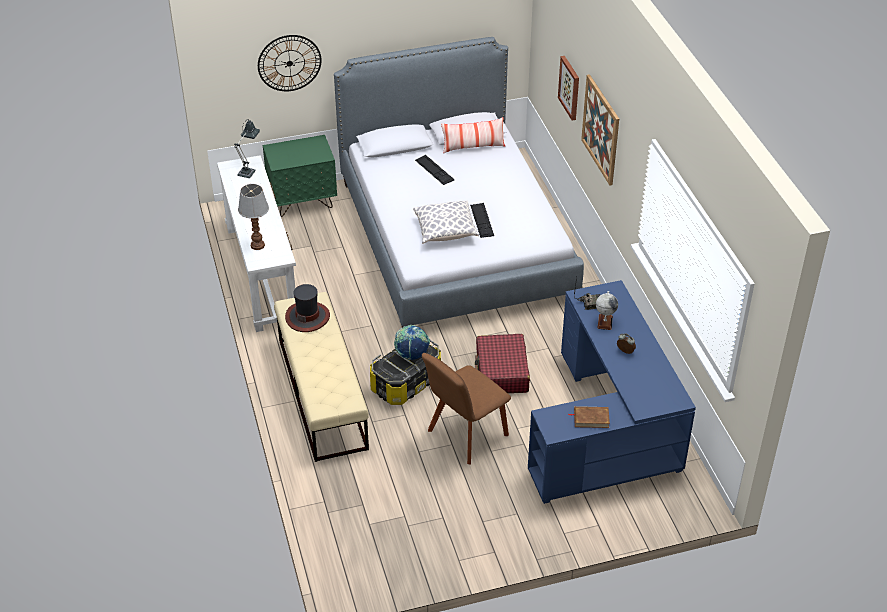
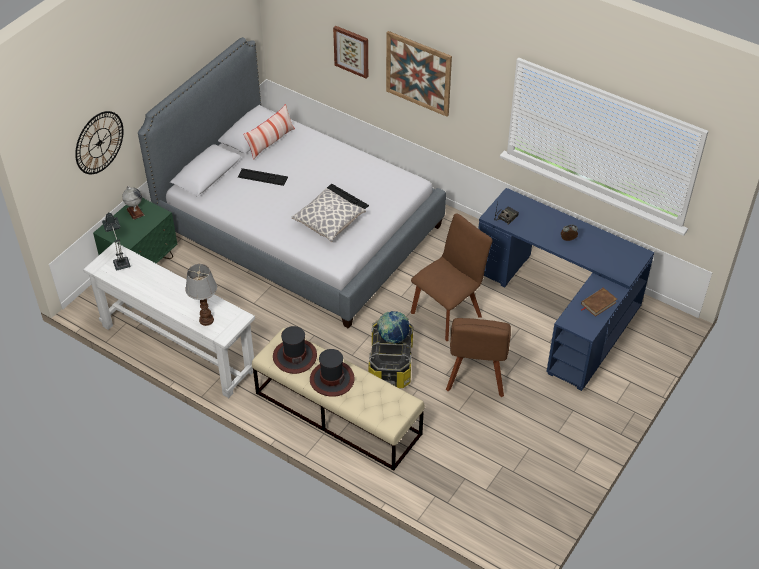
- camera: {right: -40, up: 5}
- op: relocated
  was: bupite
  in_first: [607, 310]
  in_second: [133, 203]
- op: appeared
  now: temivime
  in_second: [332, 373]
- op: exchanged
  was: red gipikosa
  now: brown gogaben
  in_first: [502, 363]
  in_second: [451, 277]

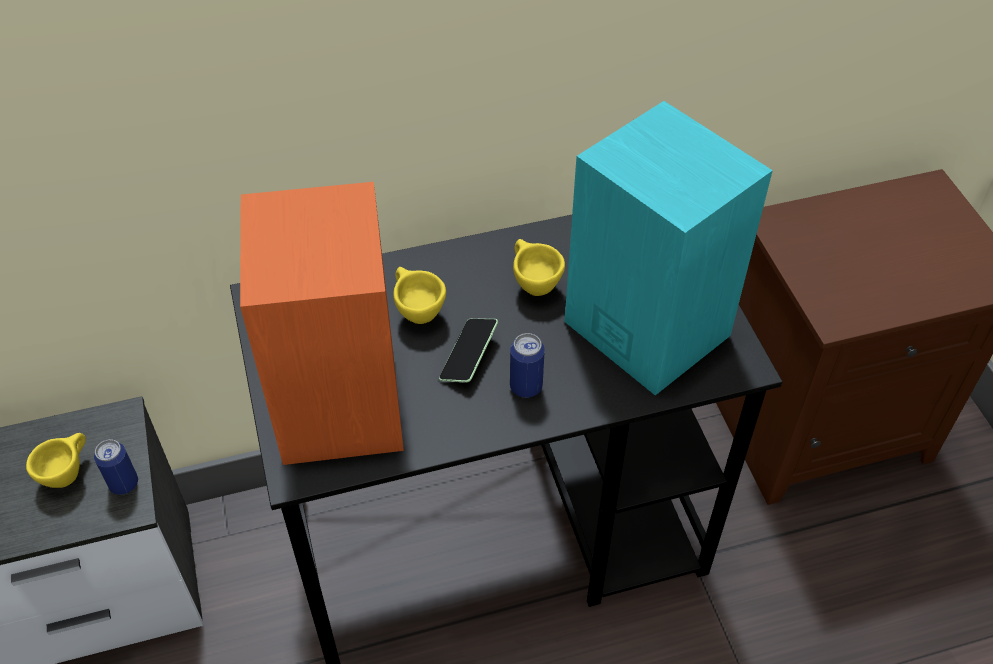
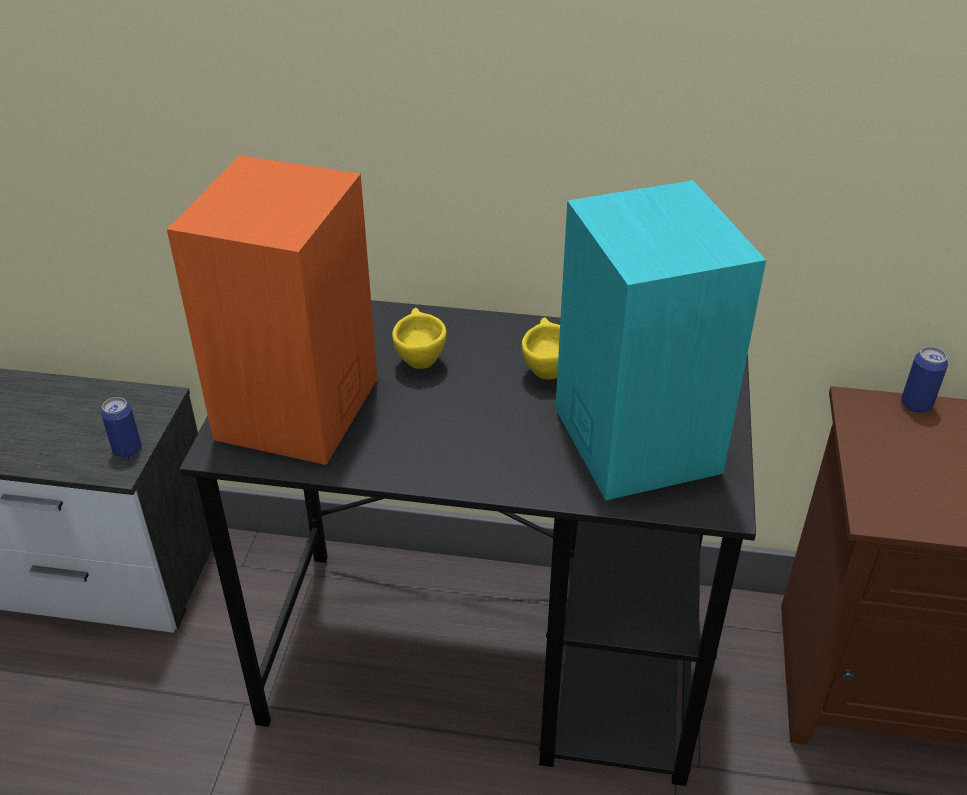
- camera: {right: 25, up: -10}
- op: relocated
  was: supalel
  in_first: [527, 365]
  in_second: [924, 379]
- op: missing
  was: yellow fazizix
  in_first: [56, 460]
- op: missing
  was: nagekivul
  in_first: [468, 350]

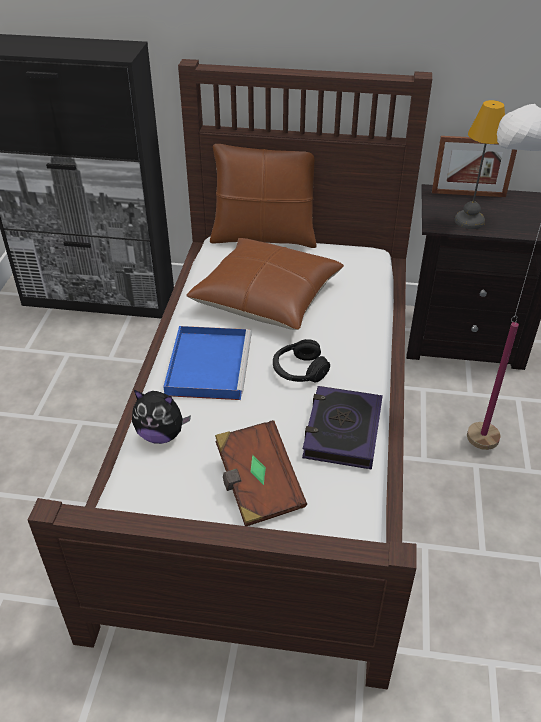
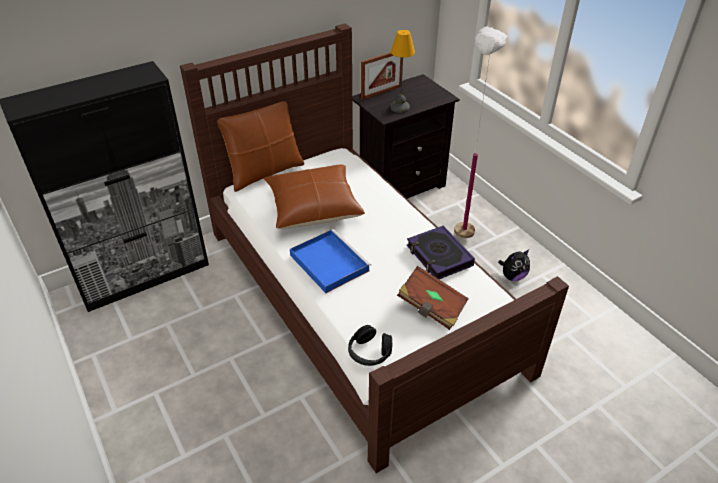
- camera: {right: -40, up: 0}
- op: relocated
  was: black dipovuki
  in_first: [301, 361]
  in_second: [370, 345]
- op: relocated
  was: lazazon
  in_first: [161, 417]
  in_second: [514, 265]

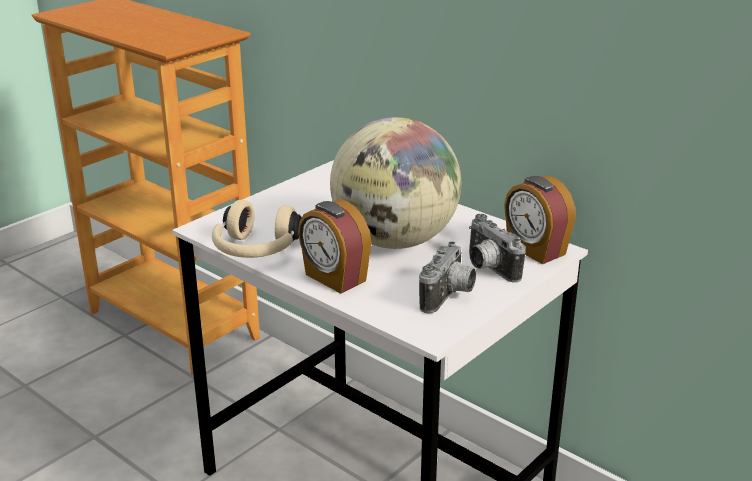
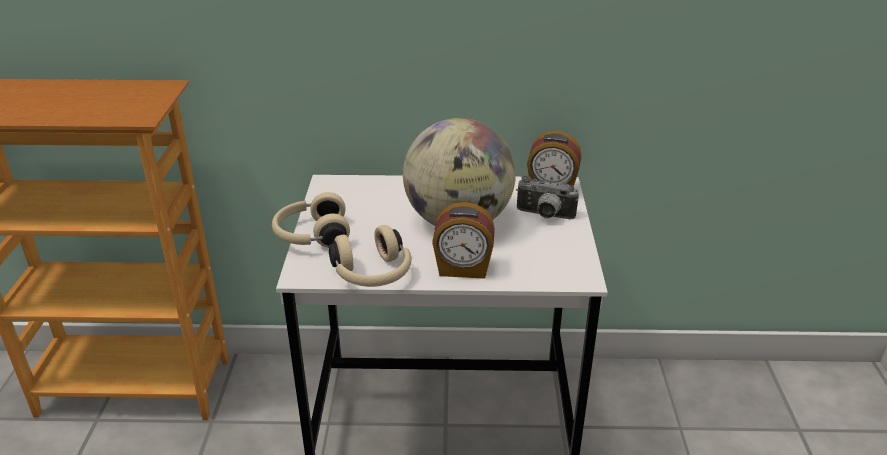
- camera: {right: -40, up: 5}
- op: appeared
  now: beige dipovuki
  in_second: [311, 220]
- op: missing
  was: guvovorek
  in_first: [447, 277]

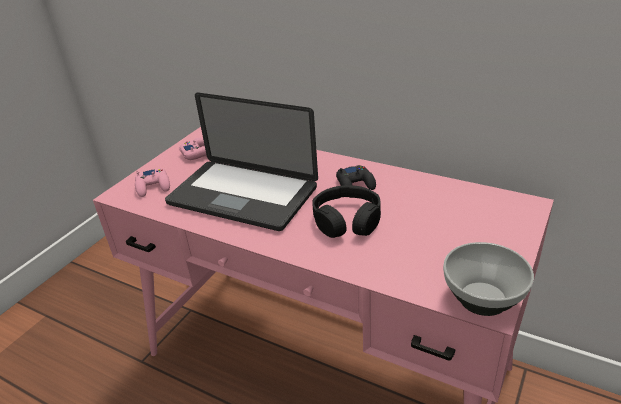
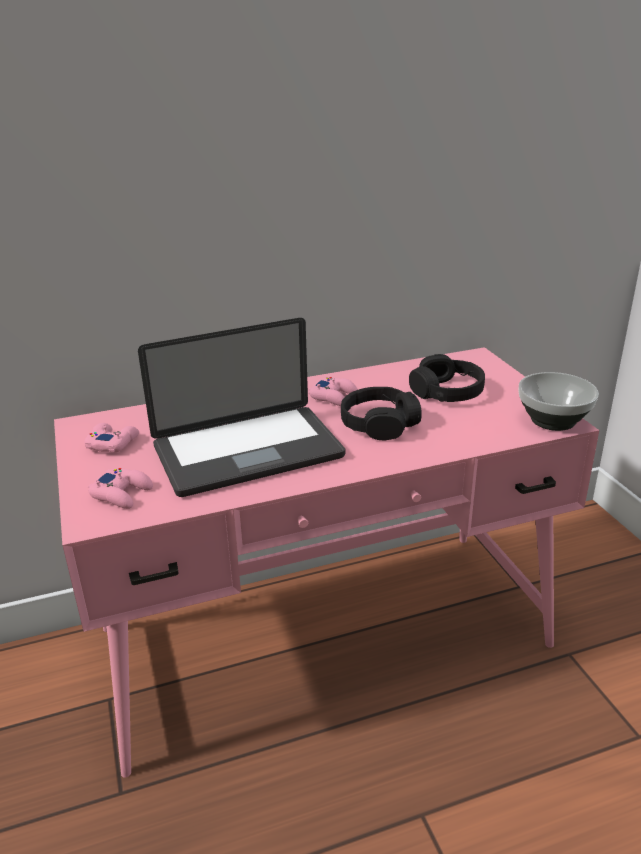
- camera: {right: -50, up: -5}
- op: colour
  was: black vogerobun
  now: pink vogerobun
  in_first: [356, 177]
  in_second: [333, 391]
- op: appeared
  now: black dipovuki
  in_second: [447, 378]

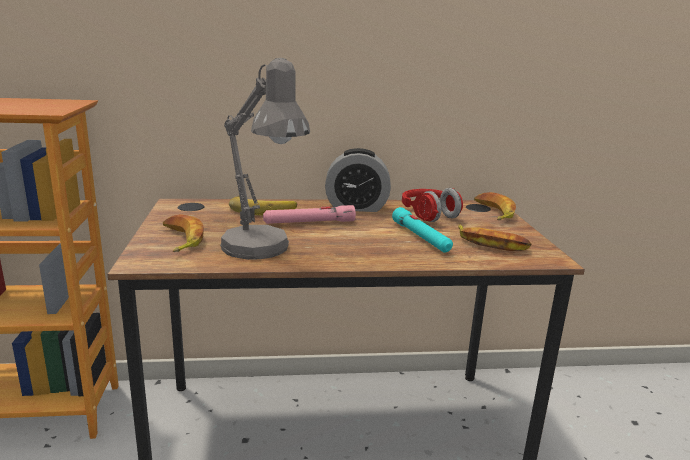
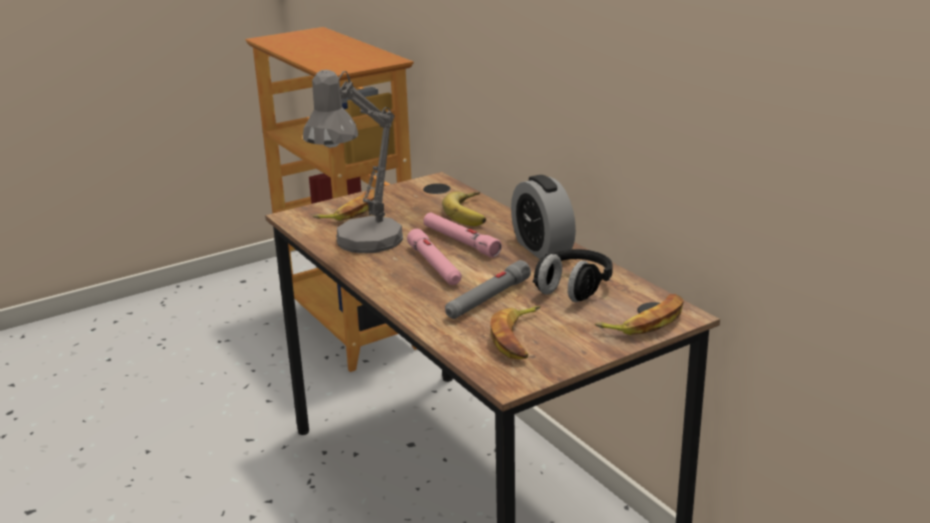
- camera: {right: 65, up: 5}
- op: appeared
  now: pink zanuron
  in_second: [434, 257]
- op: colour
  was: turquoise zanuron
  now: grey zanuron
  in_first: [422, 230]
  in_second: [488, 289]
- op: colour
  was: red dipovuki
  now: black dipovuki
  in_first: [432, 205]
  in_second: [572, 275]

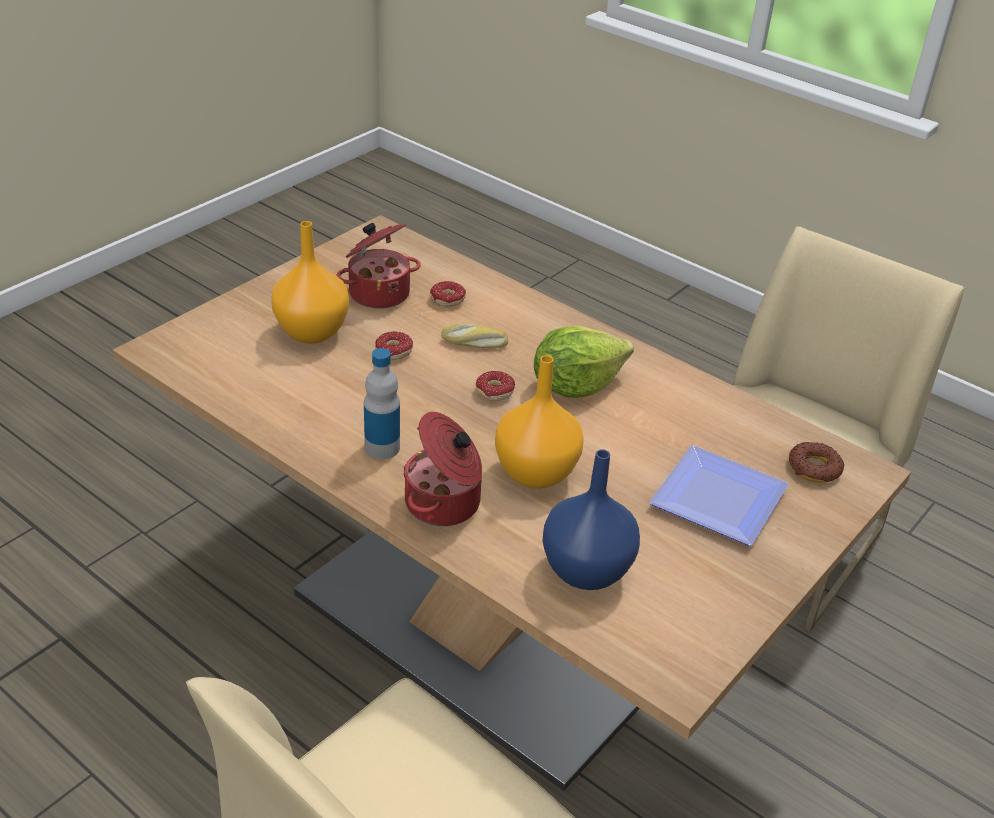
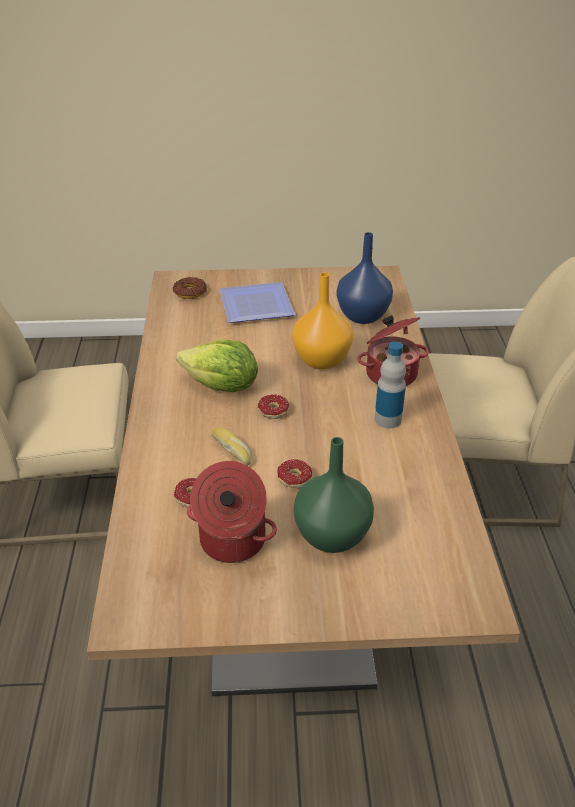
- camera: {right: -130, up: 0}
- op: colour
  was: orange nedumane
  now: green nedumane
  in_first: [310, 282]
  in_second: [334, 495]

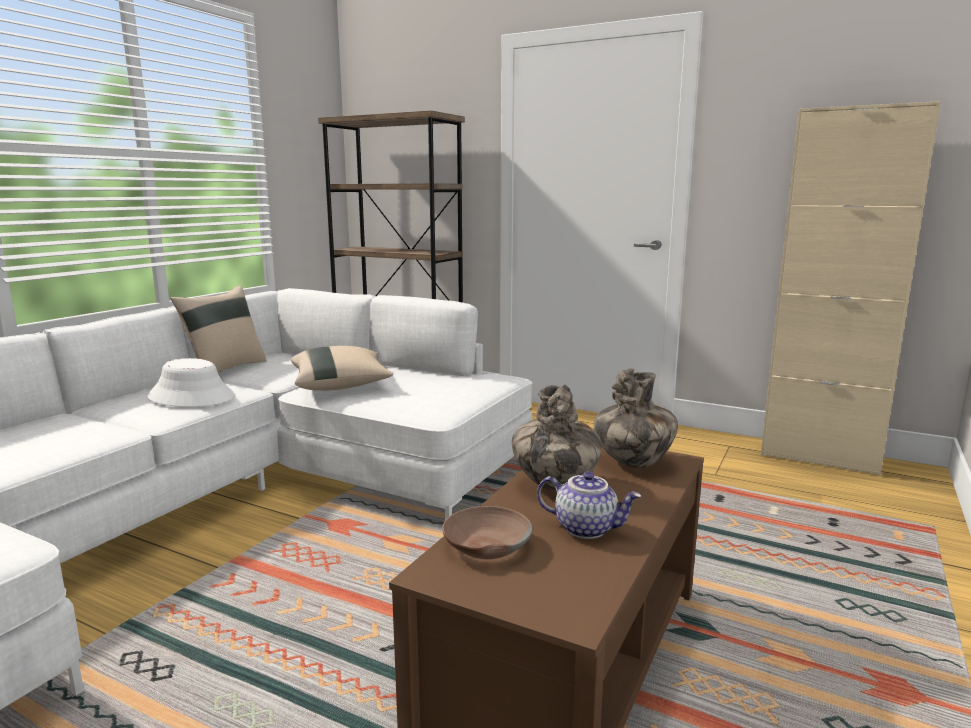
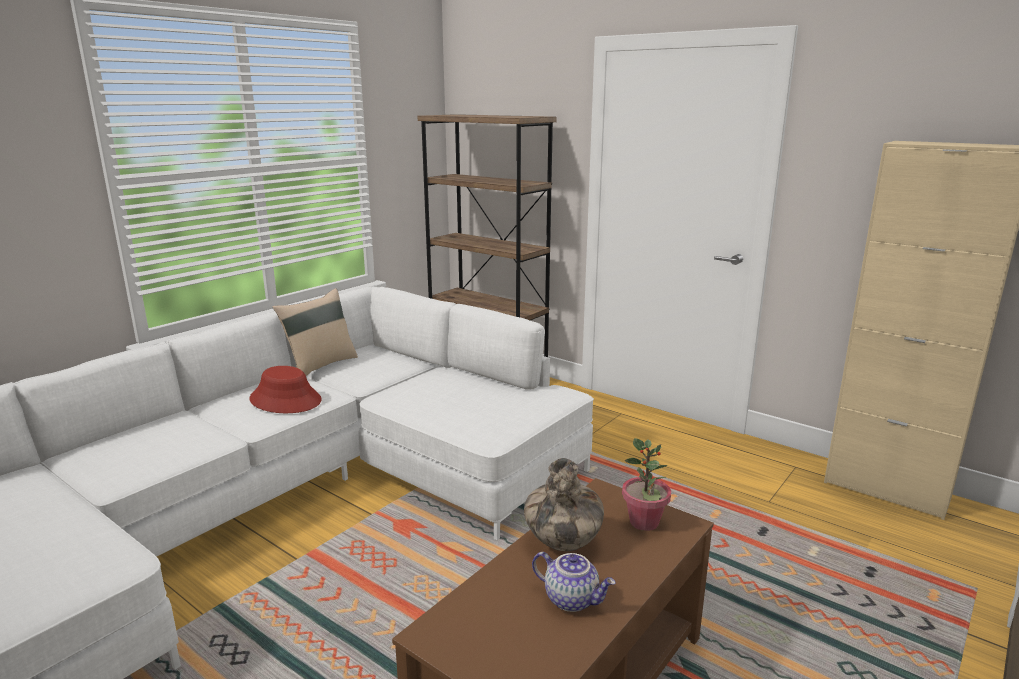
- camera: {right: 10, up: 5}
- op: colour
  was: white temivime
  now: red temivime
  in_first: [191, 382]
  in_second: [285, 389]
- op: exchanged
  was: nedumane
  now: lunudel
  in_first: [636, 418]
  in_second: [646, 484]
- op: missing
  was: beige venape
  in_first: [342, 368]
- op: missing
  was: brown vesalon
  in_first: [487, 532]

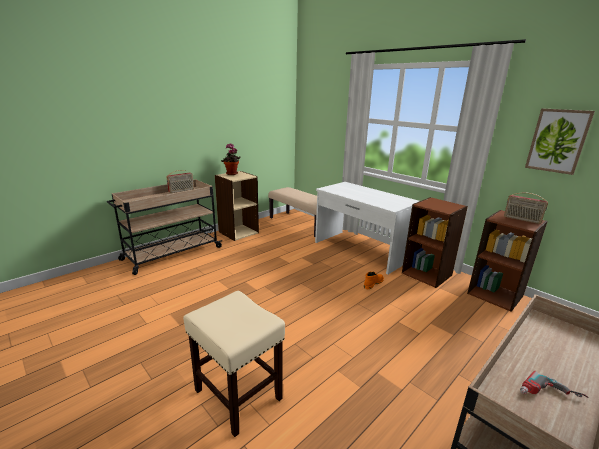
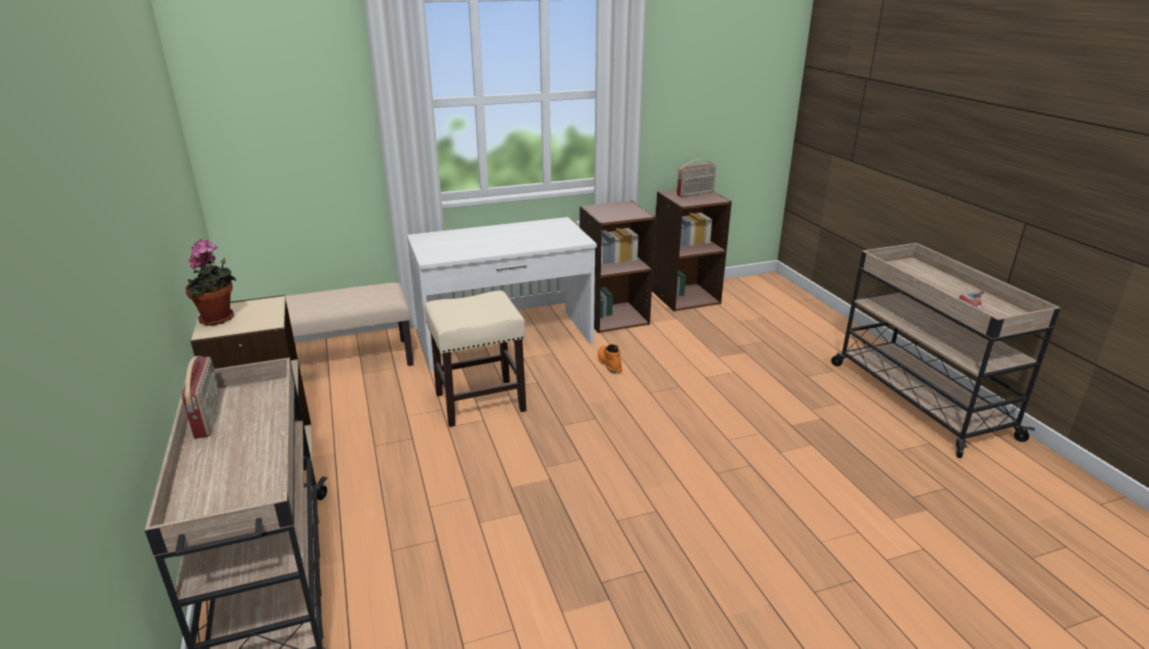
- camera: {right: -65, up: 5}
- op: relocated
  was: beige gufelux
  in_first: [234, 364]
  in_second: [475, 359]
- op: missing
  was: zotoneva
  in_first: [560, 141]

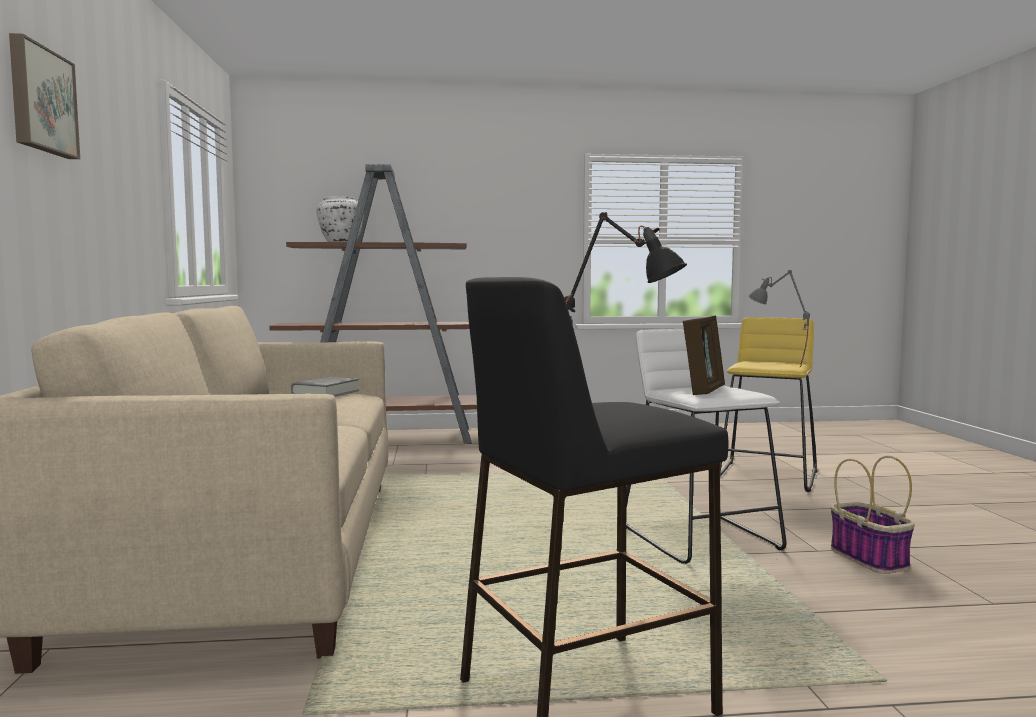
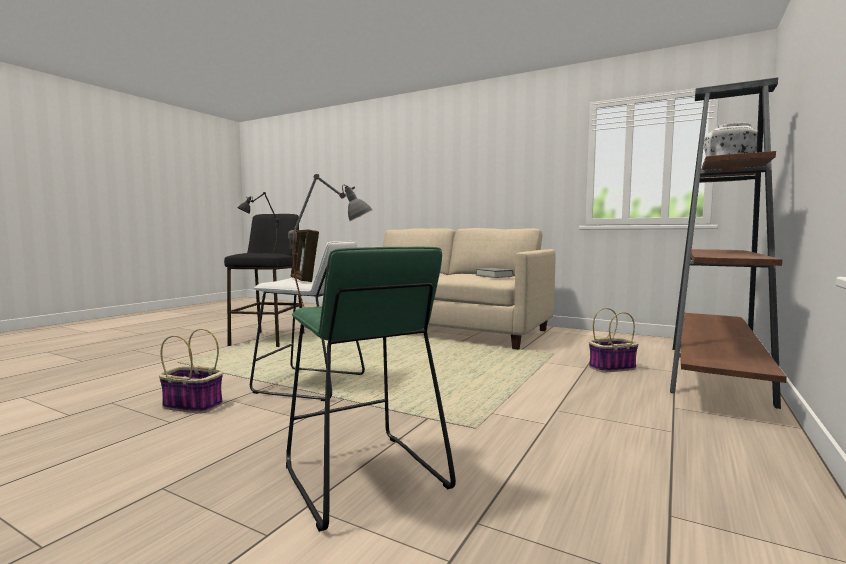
- camera: {right: 125, up: 0}
- op: colour
  was: yellow gufelux
  now: green gufelux
  in_first: [768, 404]
  in_second: [371, 389]
- op: appeared
  now: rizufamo
  in_second: [614, 340]
- op: missing
  was: zotoneva
  in_first: [44, 96]

